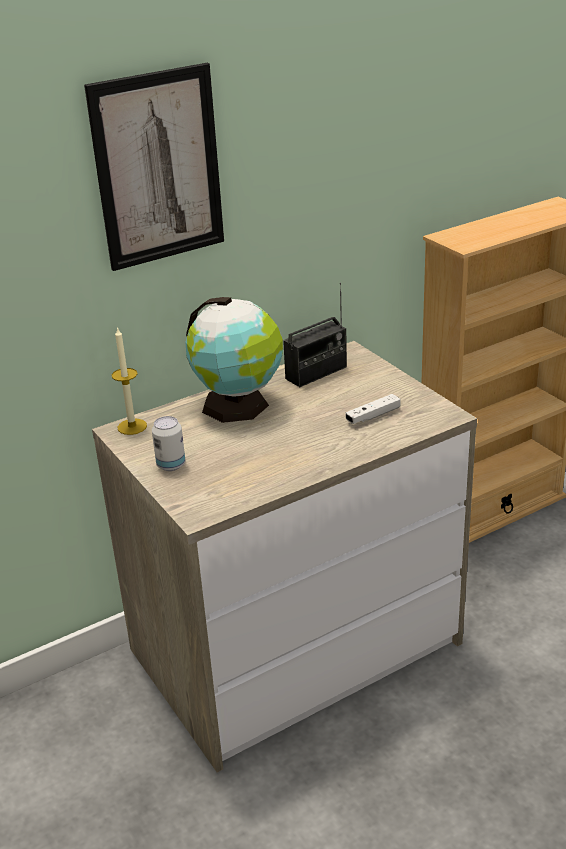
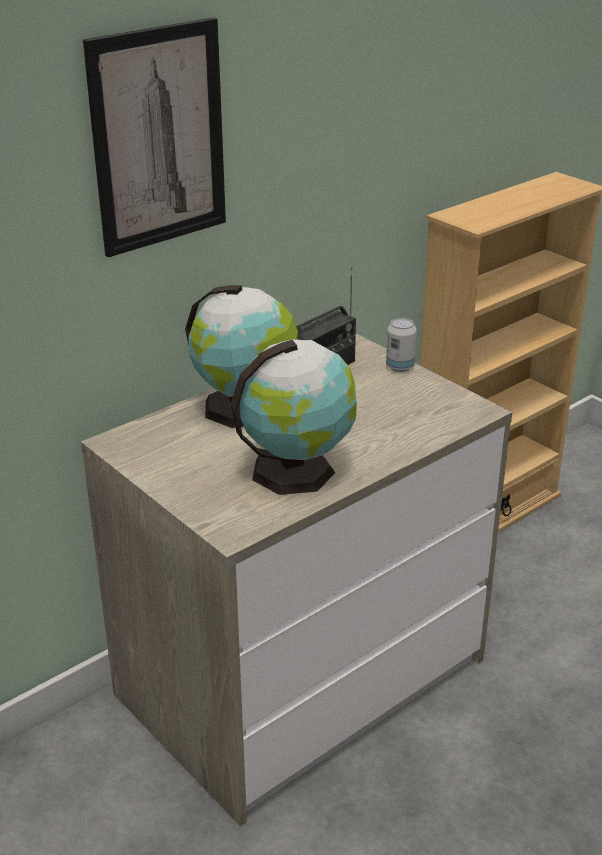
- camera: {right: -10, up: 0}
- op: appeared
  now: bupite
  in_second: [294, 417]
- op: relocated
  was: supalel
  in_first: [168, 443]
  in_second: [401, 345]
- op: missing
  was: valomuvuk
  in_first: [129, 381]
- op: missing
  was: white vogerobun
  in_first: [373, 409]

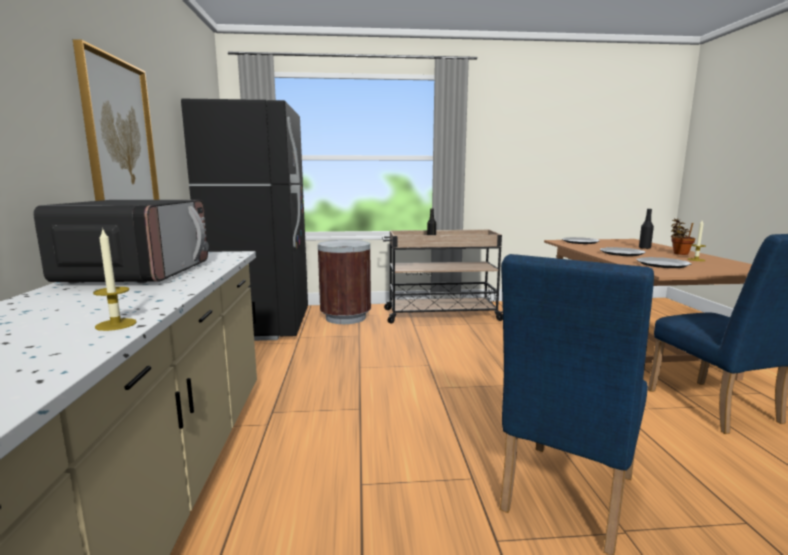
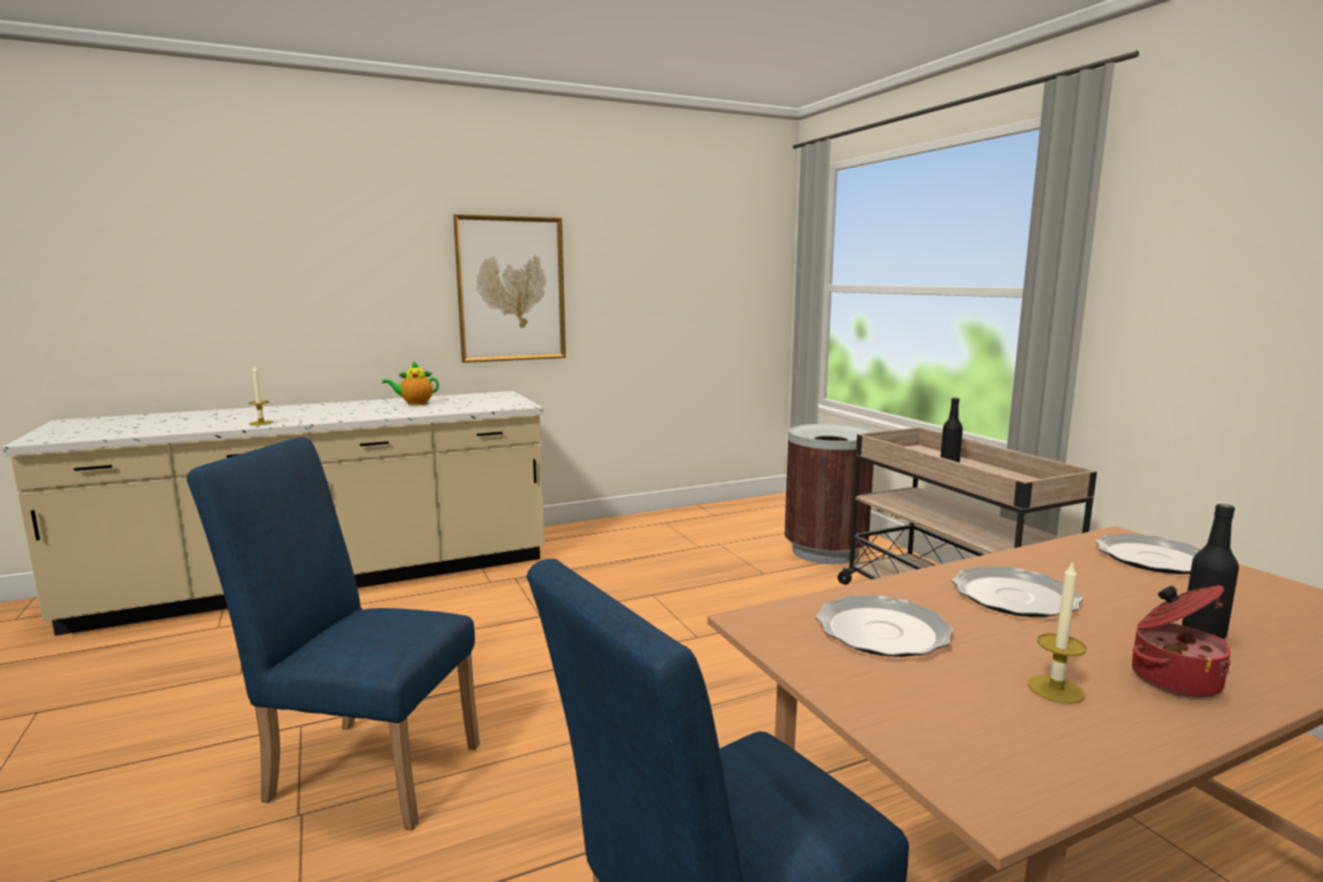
- camera: {right: 70, up: 0}
- op: exchanged
  was: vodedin
  now: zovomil
  in_first: [121, 241]
  in_second: [410, 383]
- op: exchanged
  was: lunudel
  now: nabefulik
  in_first: [683, 237]
  in_second: [1181, 641]
- op: missing
  was: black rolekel
  in_first: [244, 220]

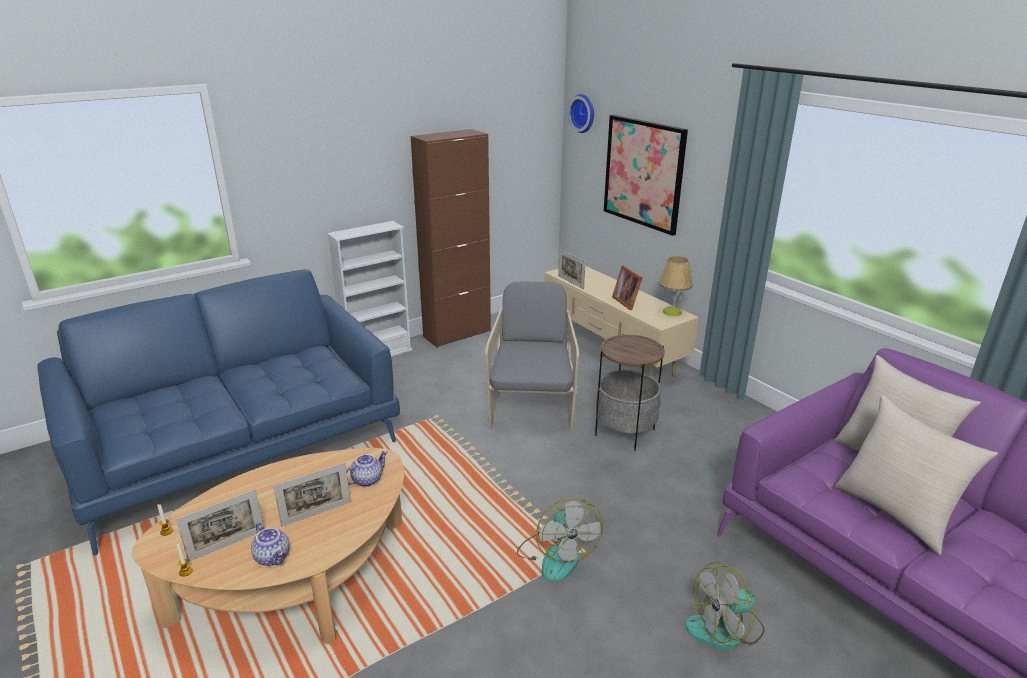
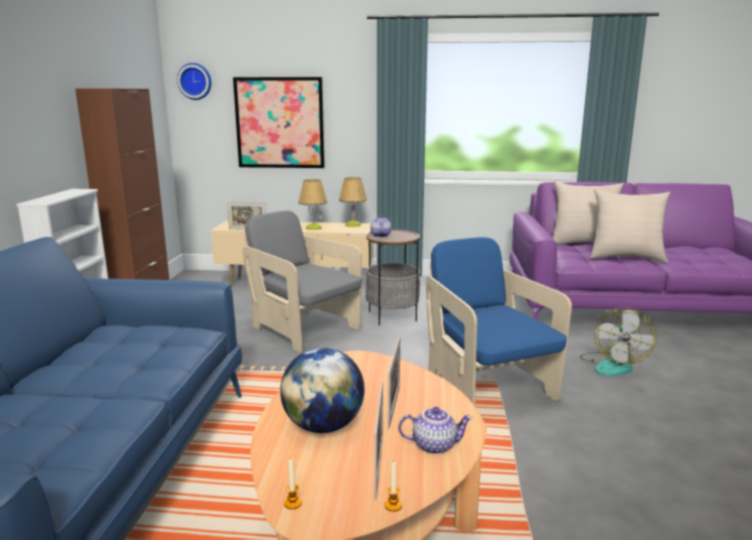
- camera: {right: -50, up: -10}
- op: appeared
  now: bupite
  in_second: [322, 390]
- op: exchanged
  was: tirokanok
  now: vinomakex
  in_first: [627, 287]
  in_second: [313, 204]
- op: relocated
  was: zovomil
  in_first: [366, 469]
  in_second: [381, 226]
- op: exchanged
  was: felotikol
  now: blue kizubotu
  in_first: [560, 540]
  in_second: [499, 321]

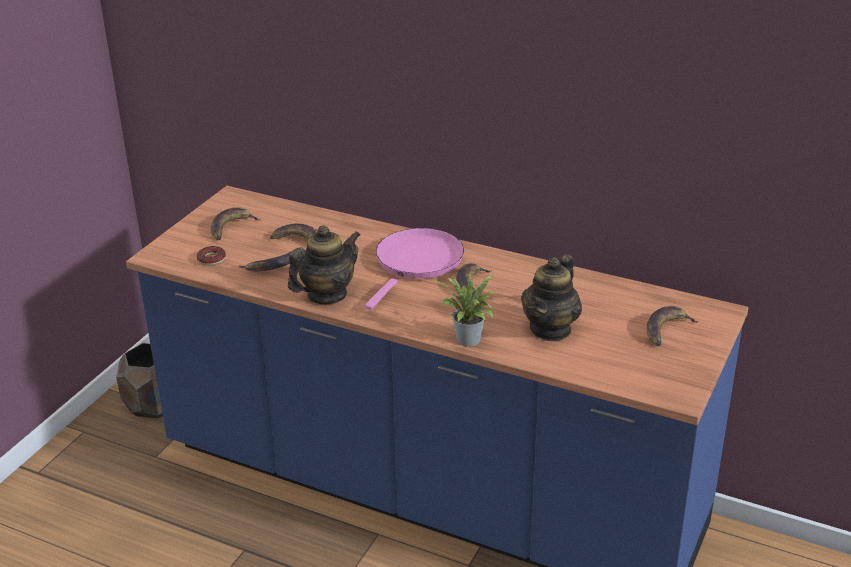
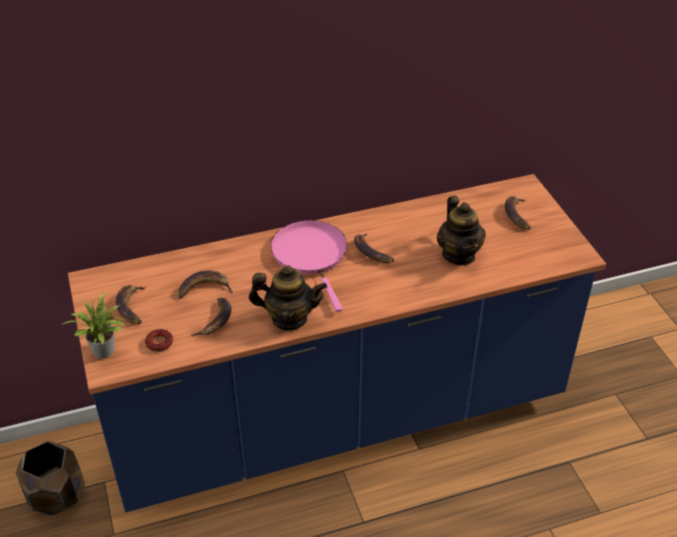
- camera: {right: -45, up: 10}
- op: relocated
  was: lunudel
  in_first: [465, 310]
  in_second: [94, 325]
- op: spun
  was: zovomil
  in_first: [324, 264]
  in_second: [288, 297]
  clockwise: 90

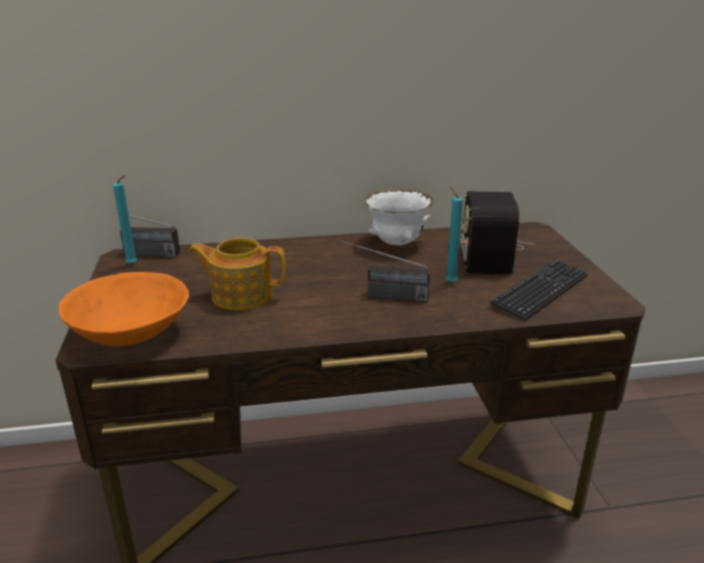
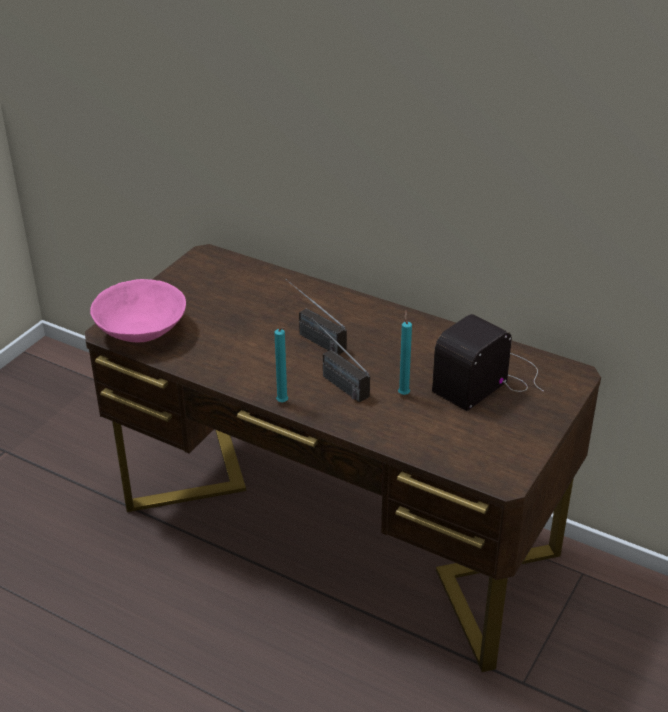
- camera: {right: 40, up: 10}
- op: colour
  was: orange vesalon
  now: pink vesalon
  in_first: [124, 309]
  in_second: [138, 310]
- op: relocated
  was: turquoise valomuvuk
  in_first: [125, 220]
  in_second: [281, 365]
- op: relocated
  was: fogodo
  in_first: [136, 231]
  in_second: [316, 317]
- op: missing
  was: zovomil
  in_first: [237, 274]
- op: missing
  was: white vesalon
  in_first: [399, 217]
- op: missing
  was: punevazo
  in_first: [539, 290]

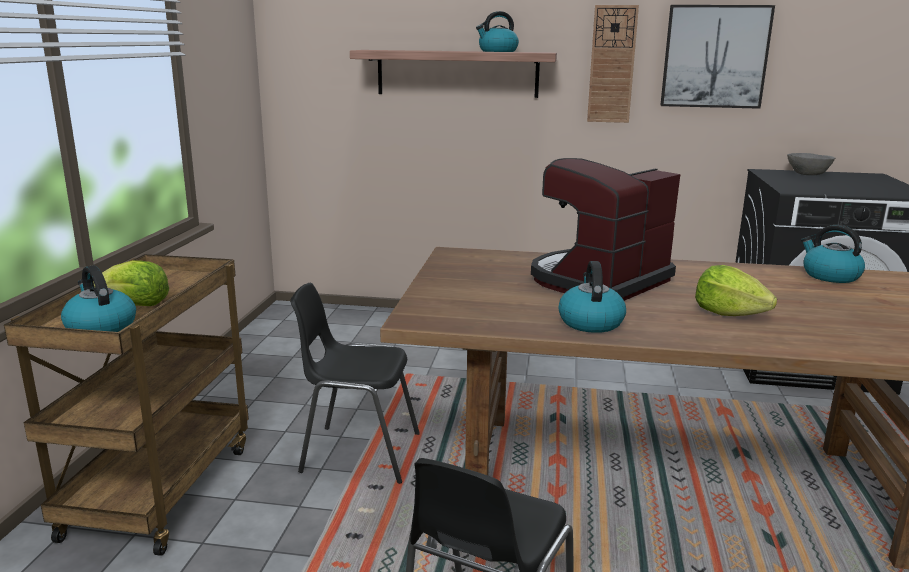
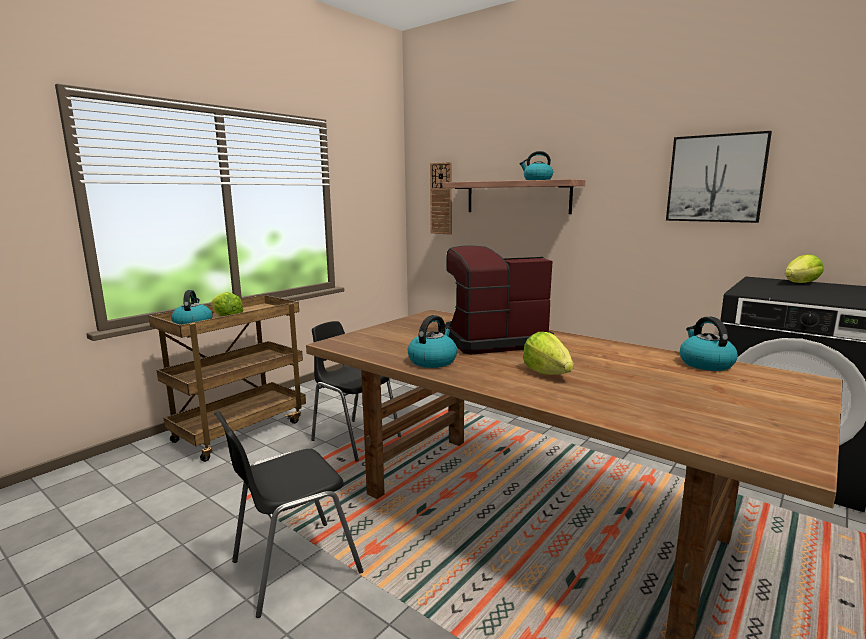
- camera: {right: 30, up: -5}
- op: relocated
  was: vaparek
  in_first: [613, 64]
  in_second: [441, 198]
- op: exchanged
  was: grey vesalon
  now: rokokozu
  in_first: [811, 164]
  in_second: [804, 268]

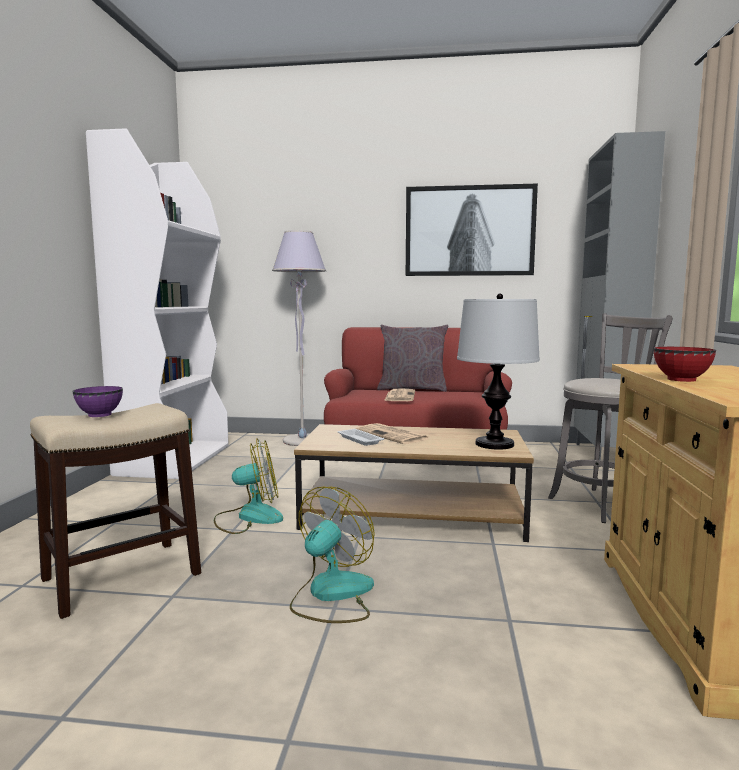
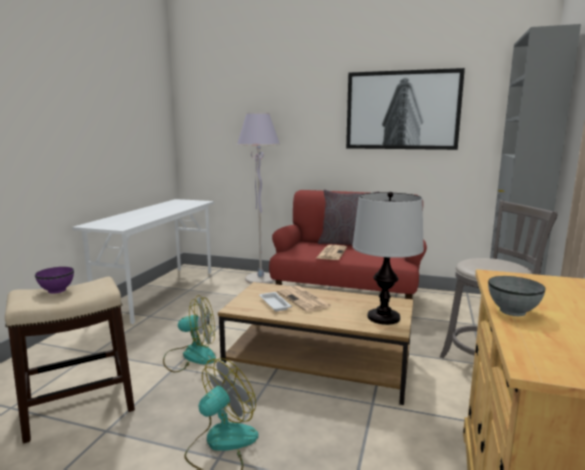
- camera: {right: 10, up: 5}
- op: exchanged
  was: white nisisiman
  now: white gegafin
  in_first: [157, 303]
  in_second: [143, 261]
- op: colour
  was: red vesalon
  now: grey vesalon
  in_first: [685, 364]
  in_second: [516, 296]

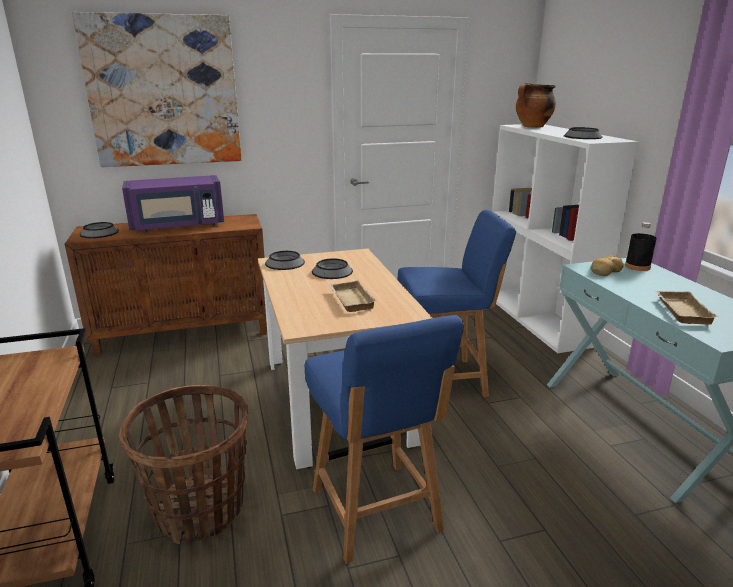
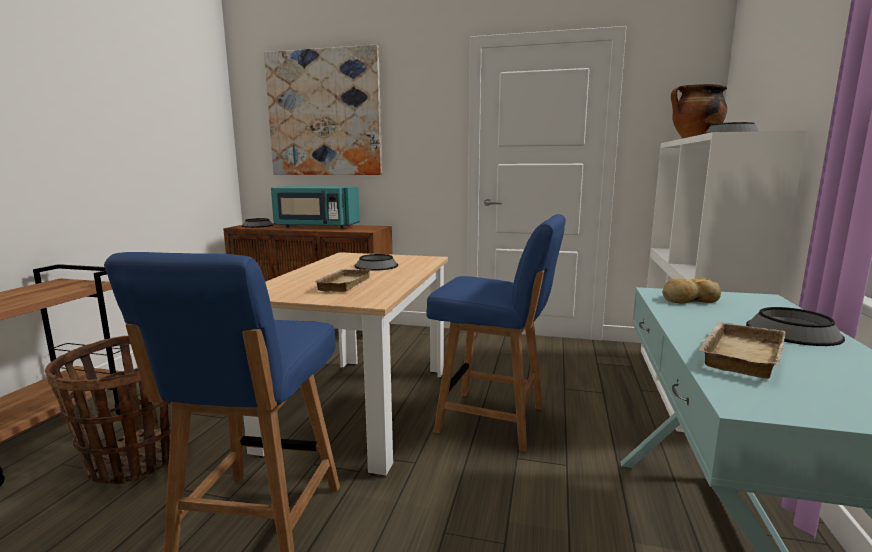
- camera: {right: 30, up: -10}
- op: colour
  was: purple vodedin
  now: turquoise vodedin
  in_first: [173, 203]
  in_second: [315, 207]
- op: relocated
  was: vesalon
  in_first: [285, 260]
  in_second: [795, 326]
- op: missing
  was: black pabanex
  in_first: [641, 246]

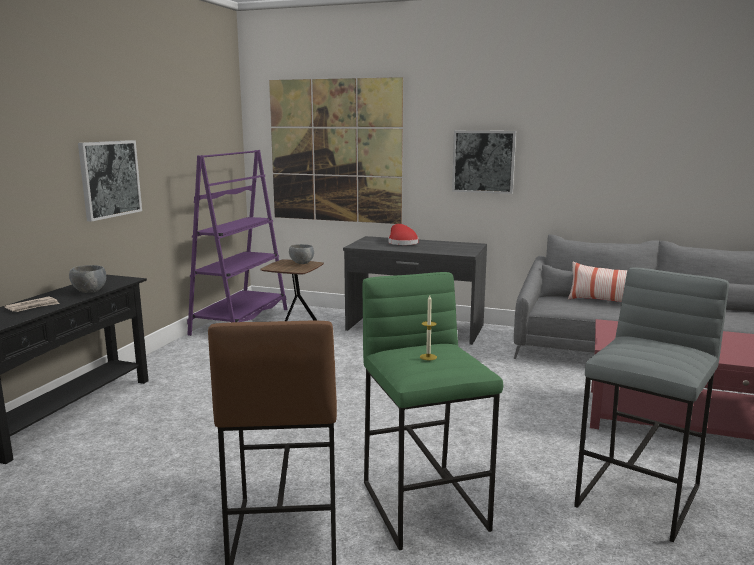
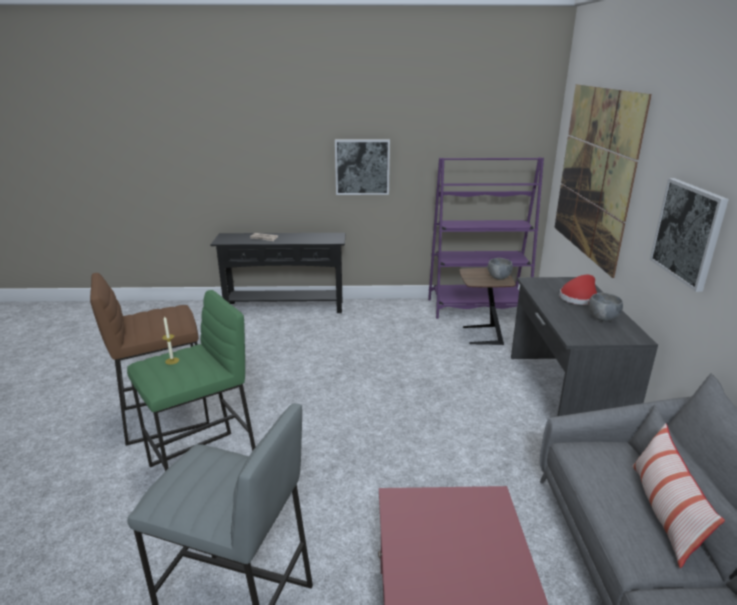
- camera: {right: 70, up: 10}
- op: relocated
  was: grey vesalon
  in_first: [87, 279]
  in_second: [606, 307]

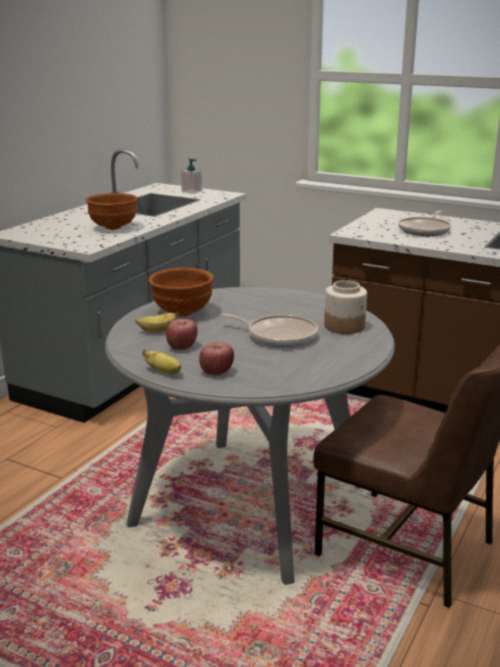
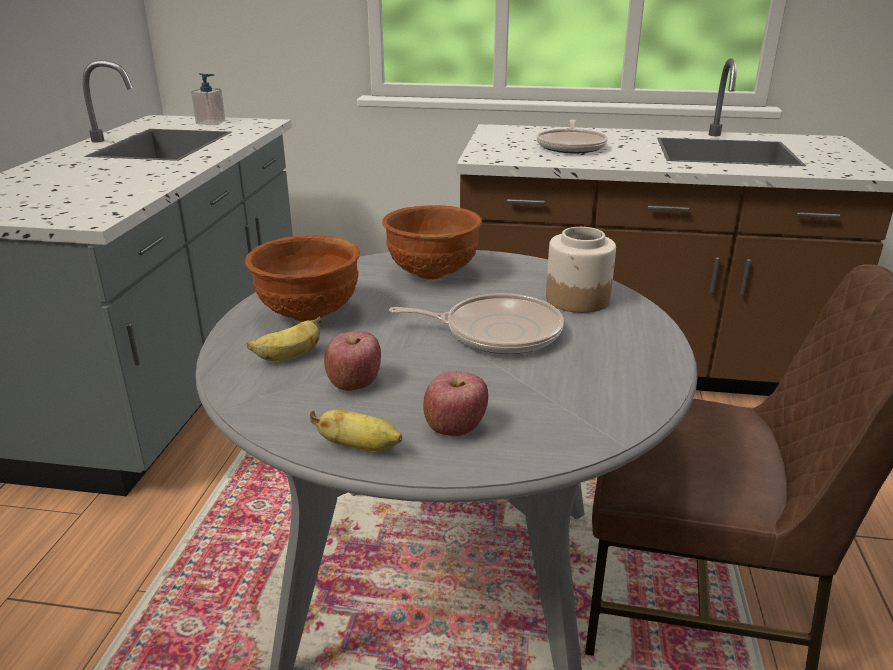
- camera: {right: -20, up: 5}
- op: relocated
  was: brown vesalon
  in_first: [111, 211]
  in_second: [432, 242]

